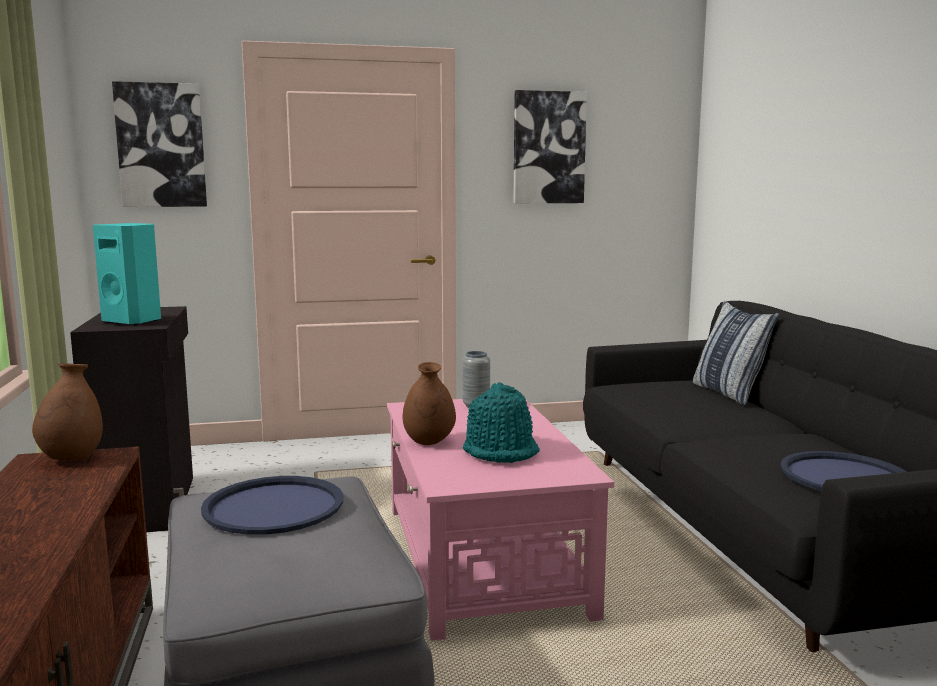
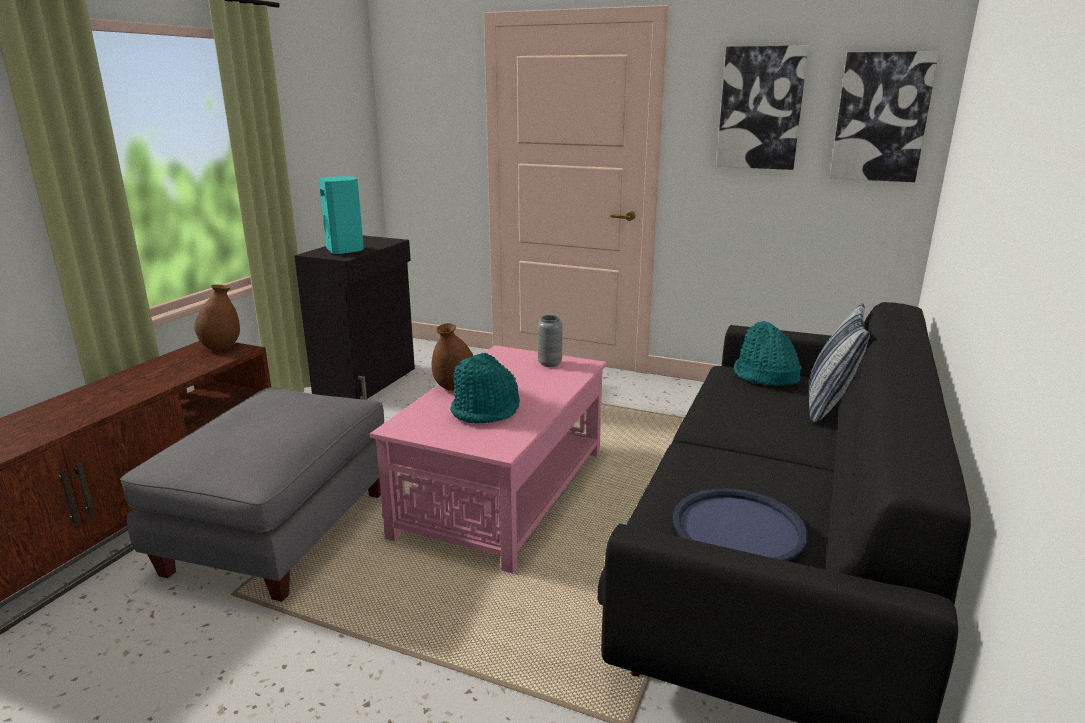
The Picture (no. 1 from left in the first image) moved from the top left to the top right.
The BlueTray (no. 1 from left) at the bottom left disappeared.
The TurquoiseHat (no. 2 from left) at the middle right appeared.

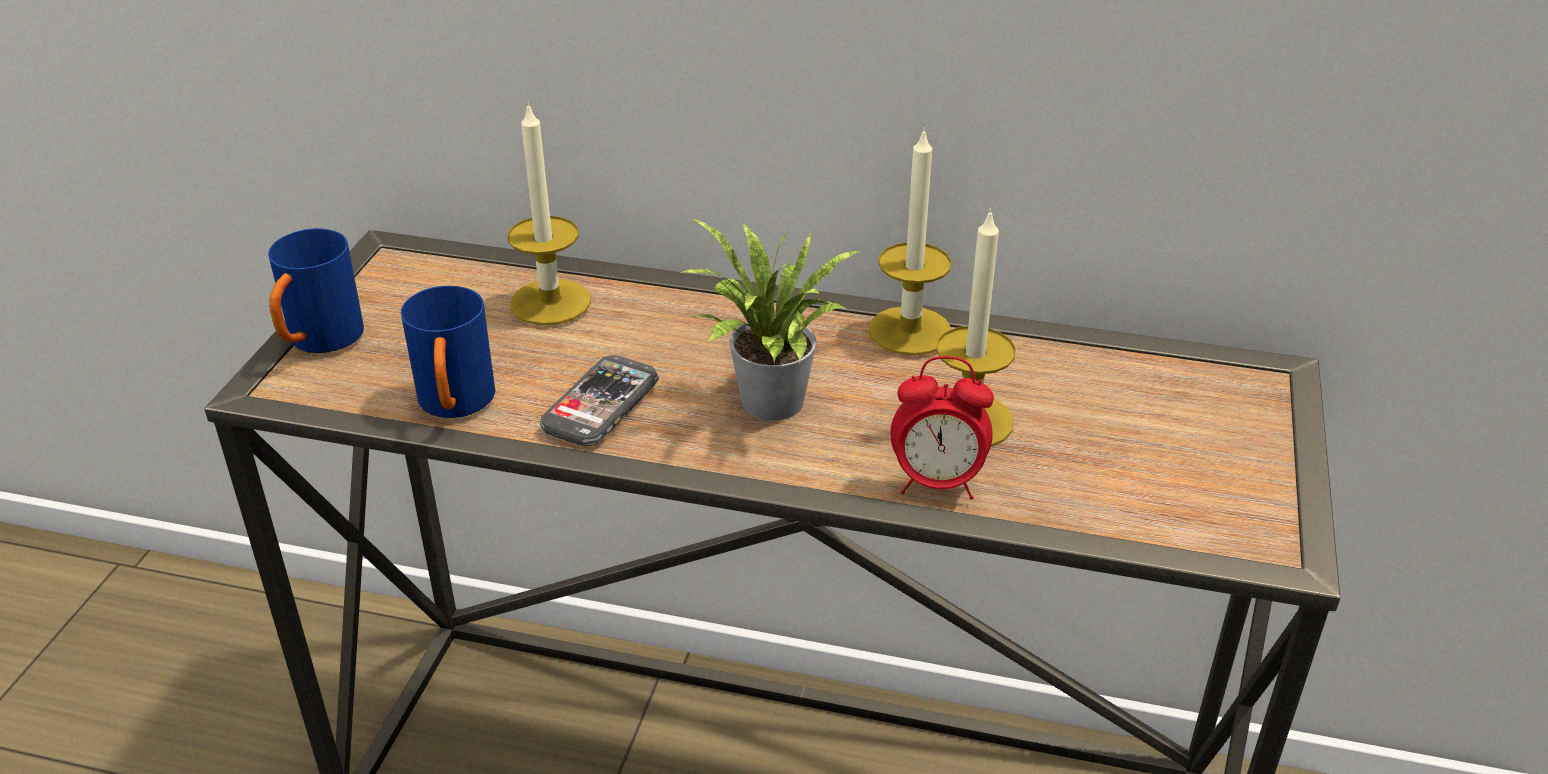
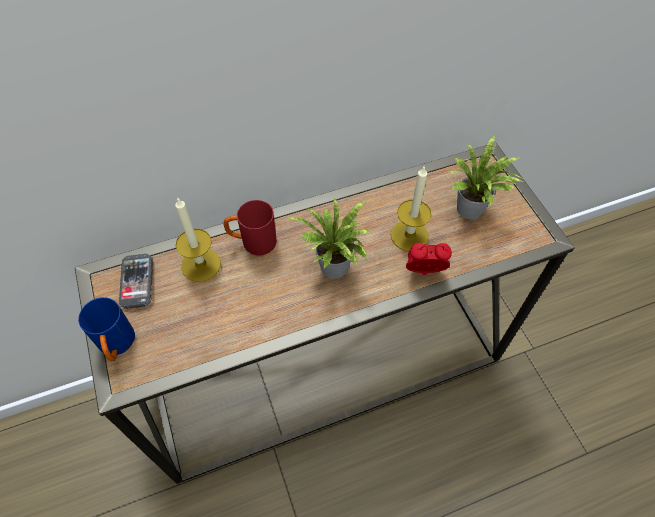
The Candle (no. 2 from left) at the top centre disappeared.
The BlueMug (no. 2 from left) at the middle left disappeared.
The Phone moved from the centre to the middle left.
The AlarmClock at the centre turned 150 degrees counterclockwise.
The PottedPlant (no. 2 from left) at the middle right appeared.
The RedMug at the centre appeared.

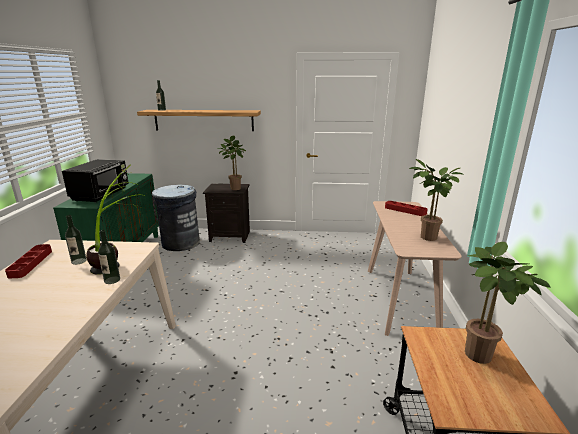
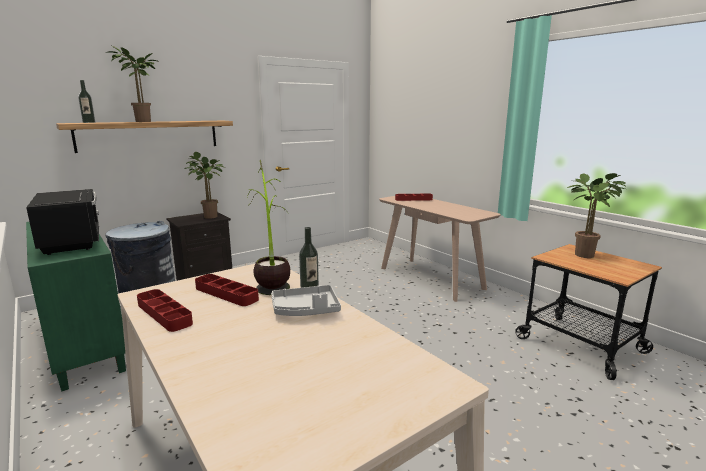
The PottedPlant (no. 3 from left in the first image) moved from the middle right to the top left.
The Bottle (no. 1 from left) at the middle left was replaced by the RedTray (no. 2 from left) at the middle left.
The GreyTray at the centre appeared.

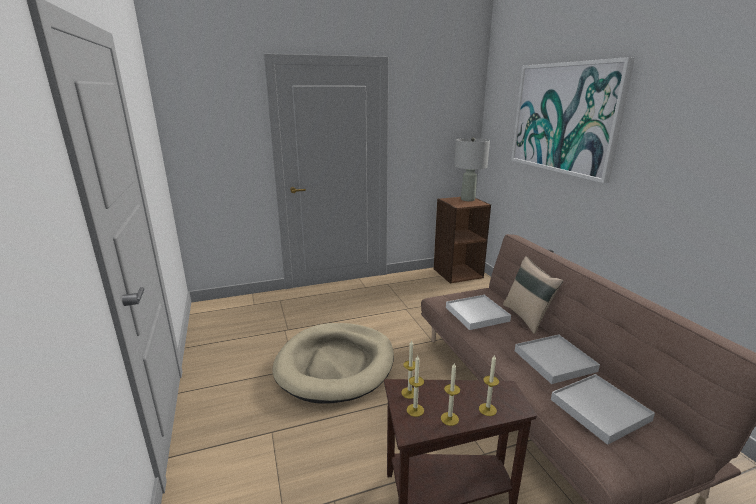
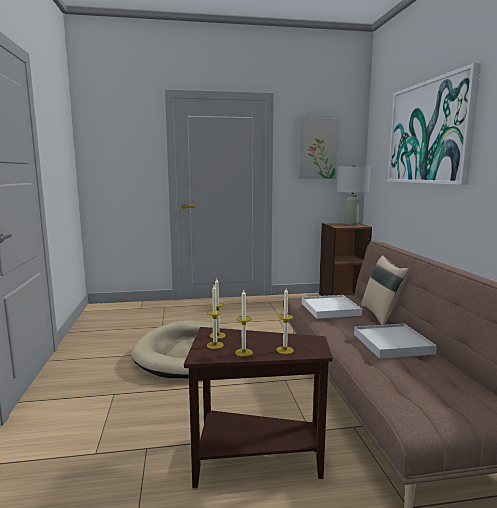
The WhiteTray (no. 3 from left) at the bottom right disappeared.
The Picture (no. 1 from left) at the top centre appeared.

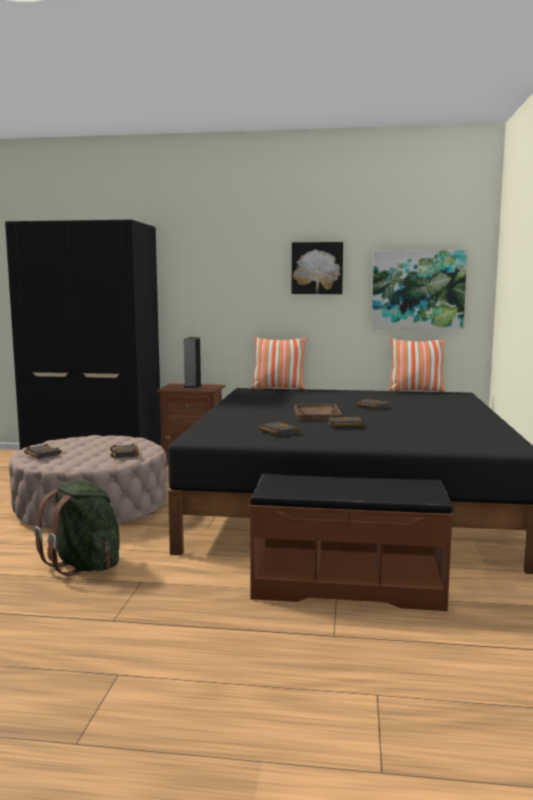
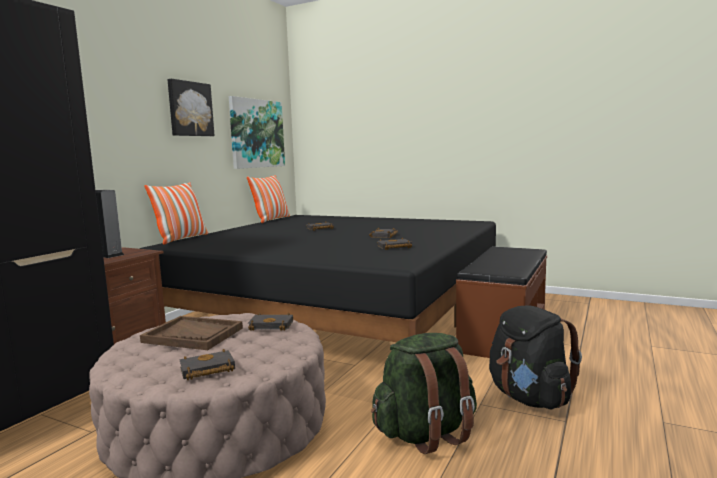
The BrownTray moved from the centre to the bottom left.
The BlackBackpack at the bottom right appeared.

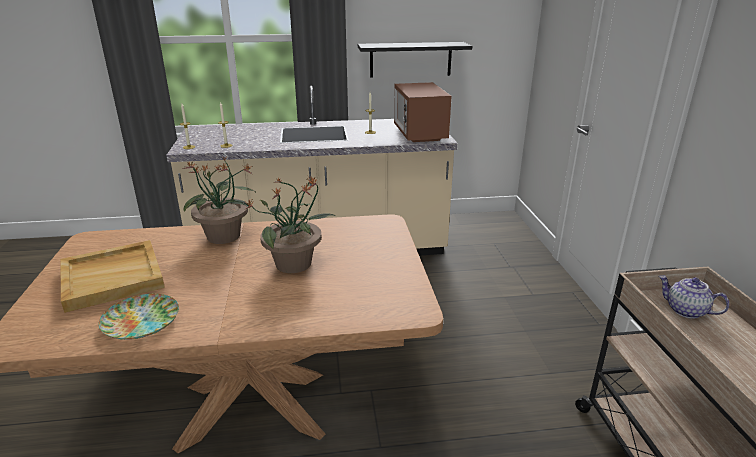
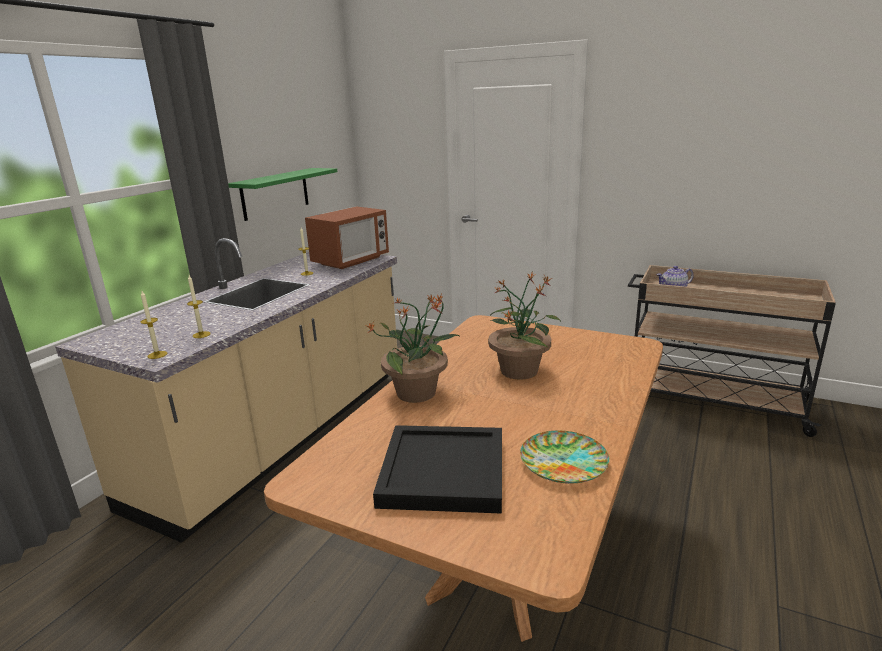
The BlackShelf at the top centre became the GreenShelf at the top left.
The Microwave at the top centre turned 75 degrees counterclockwise.
The BeigeTray at the middle left became the BlackTray at the bottom centre.

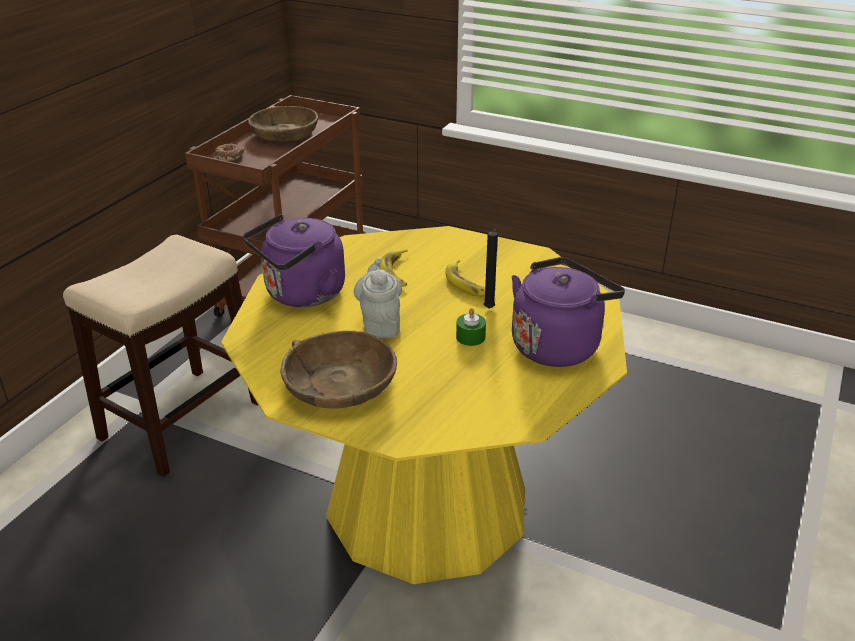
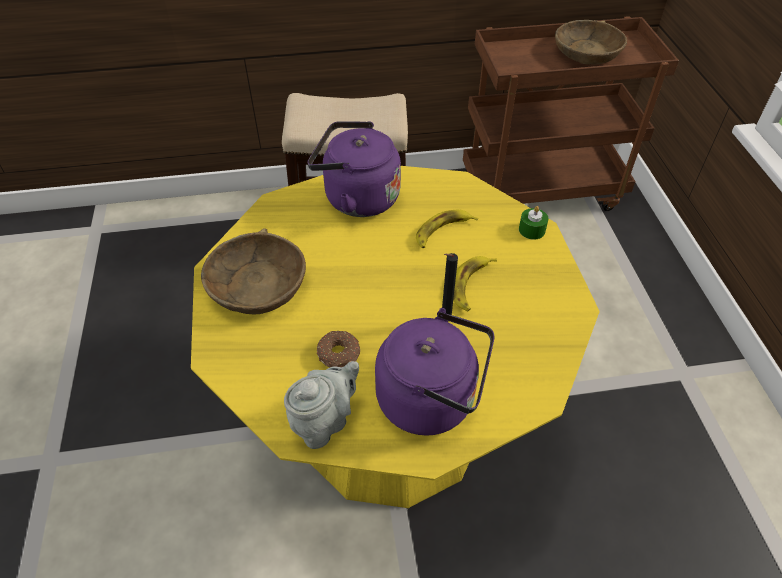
The Donut moved from the top left to the centre.
The GreyTeapot moved from the centre to the bottom centre.
The GreenCandle moved from the centre to the middle right.

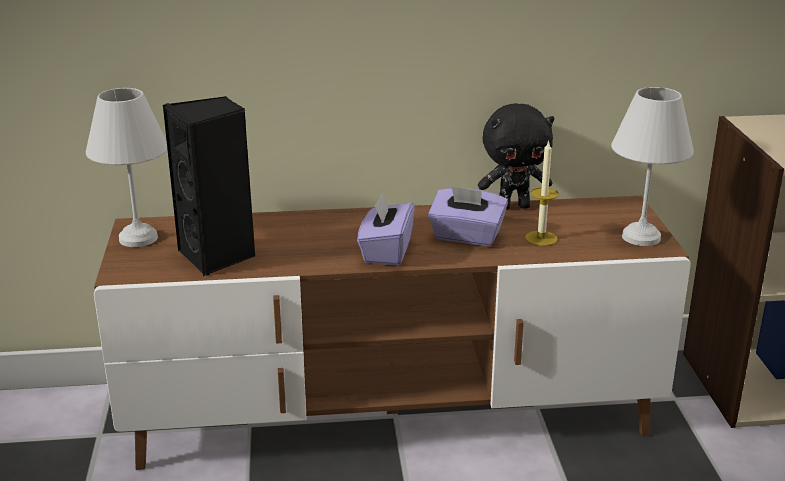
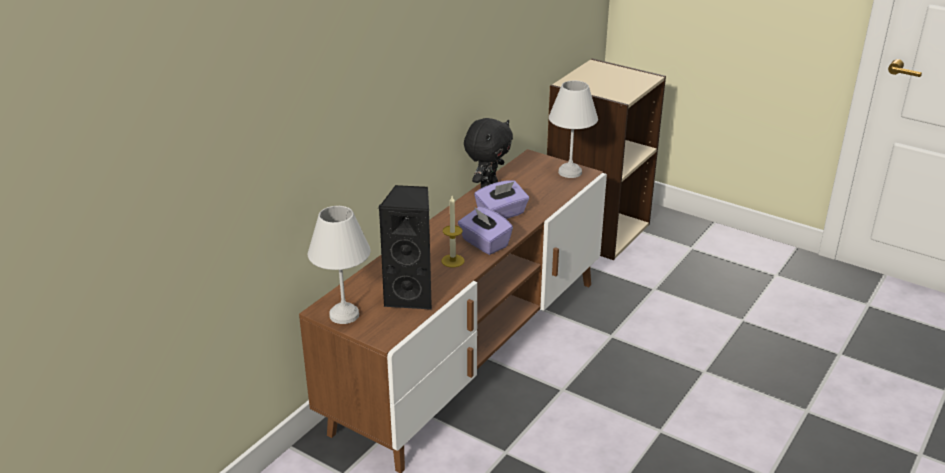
The Candle moved from the middle right to the centre.

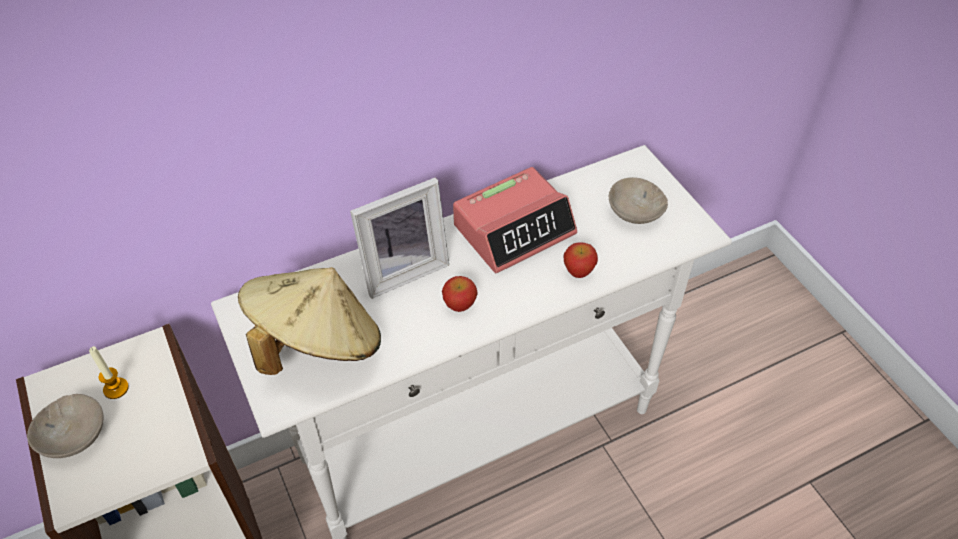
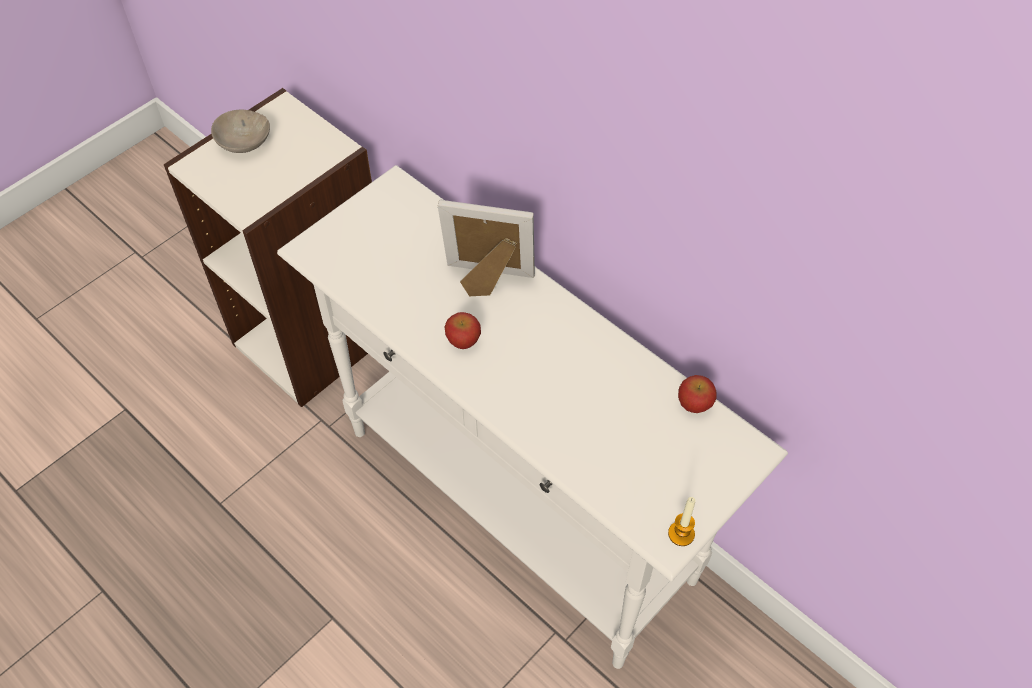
The AlarmClock at the centre disappeared.
The PictureFrame at the centre turned 150 degrees clockwise.
The BeigeBowl (no. 2 from left) at the centre disappeared.
The Apple (no. 2 from left) moved from the centre to the middle right.
The BeigeHat at the middle left disappeared.
The Candle moved from the bottom left to the bottom centre.

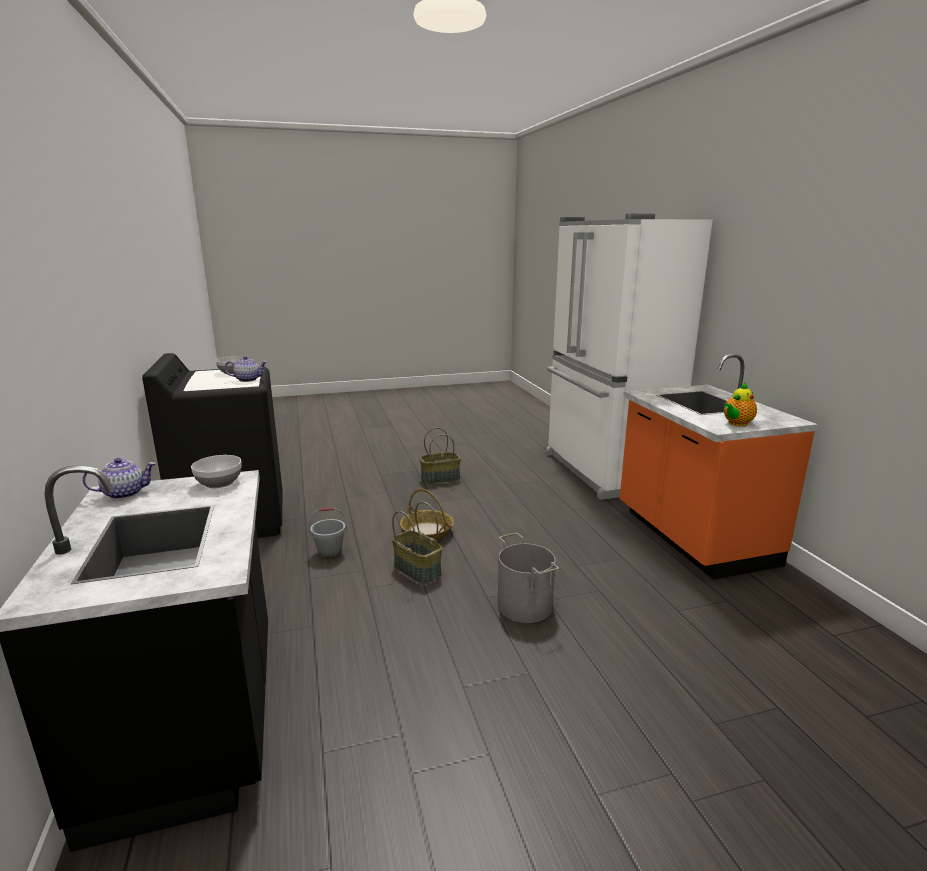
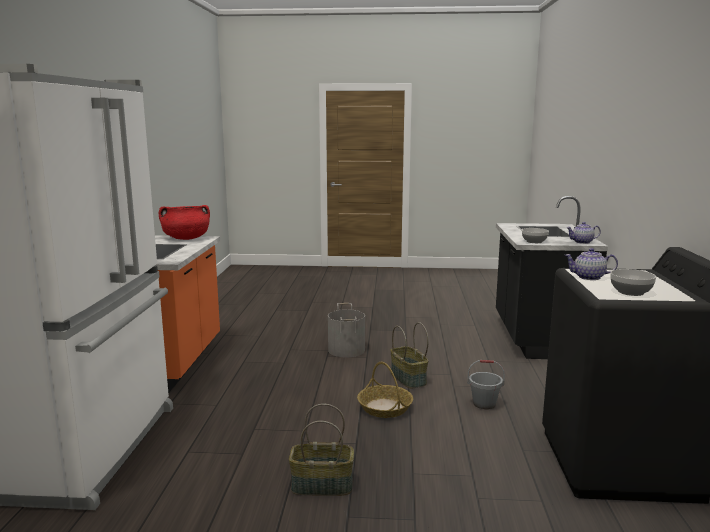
The Teapot (no. 3 from left) at the middle right was replaced by the RedCookingPot at the middle left.

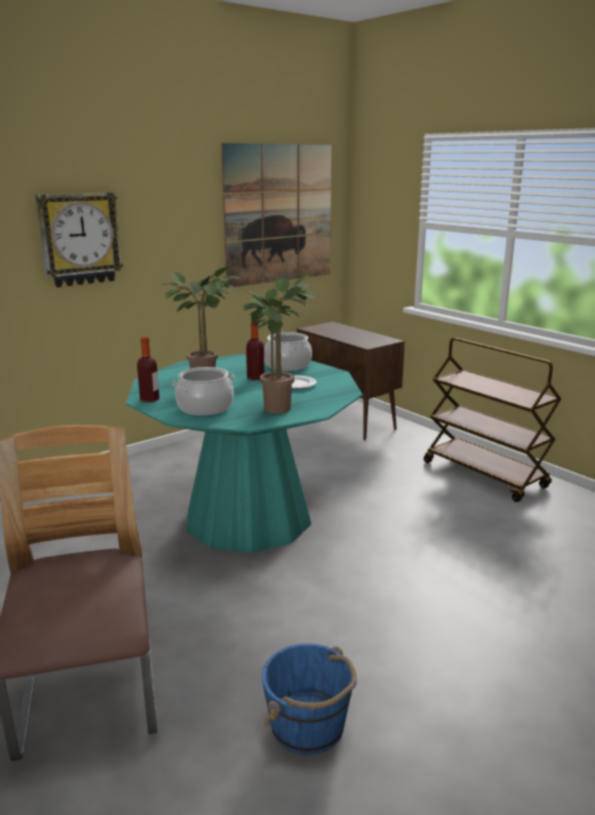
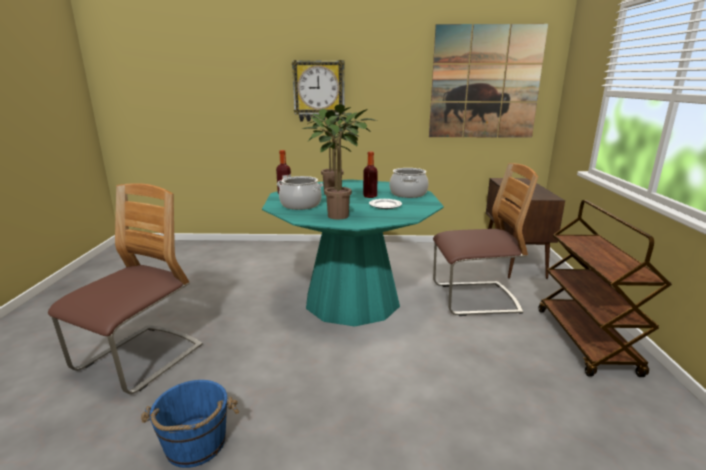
The Chair (no. 2 from left) at the middle right appeared.

